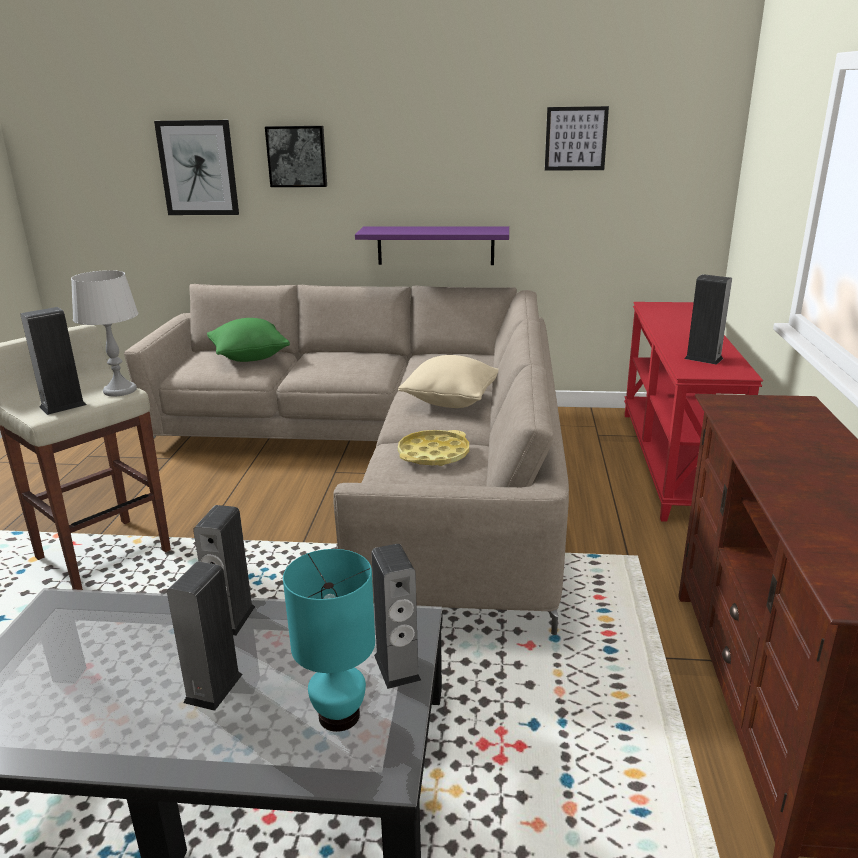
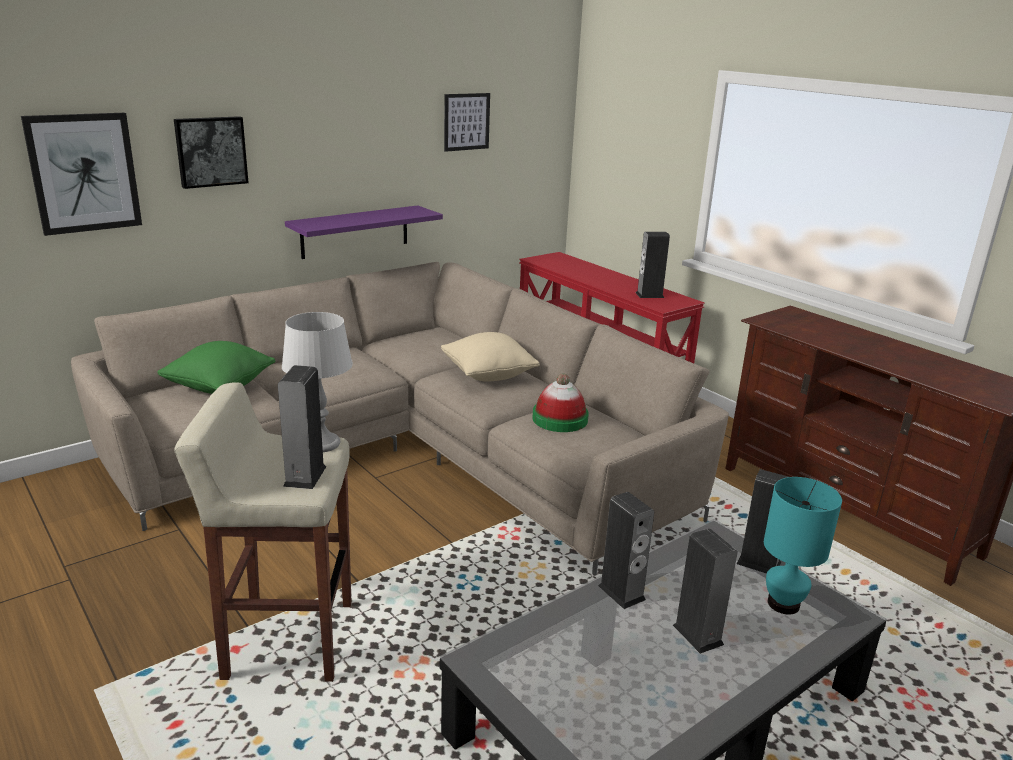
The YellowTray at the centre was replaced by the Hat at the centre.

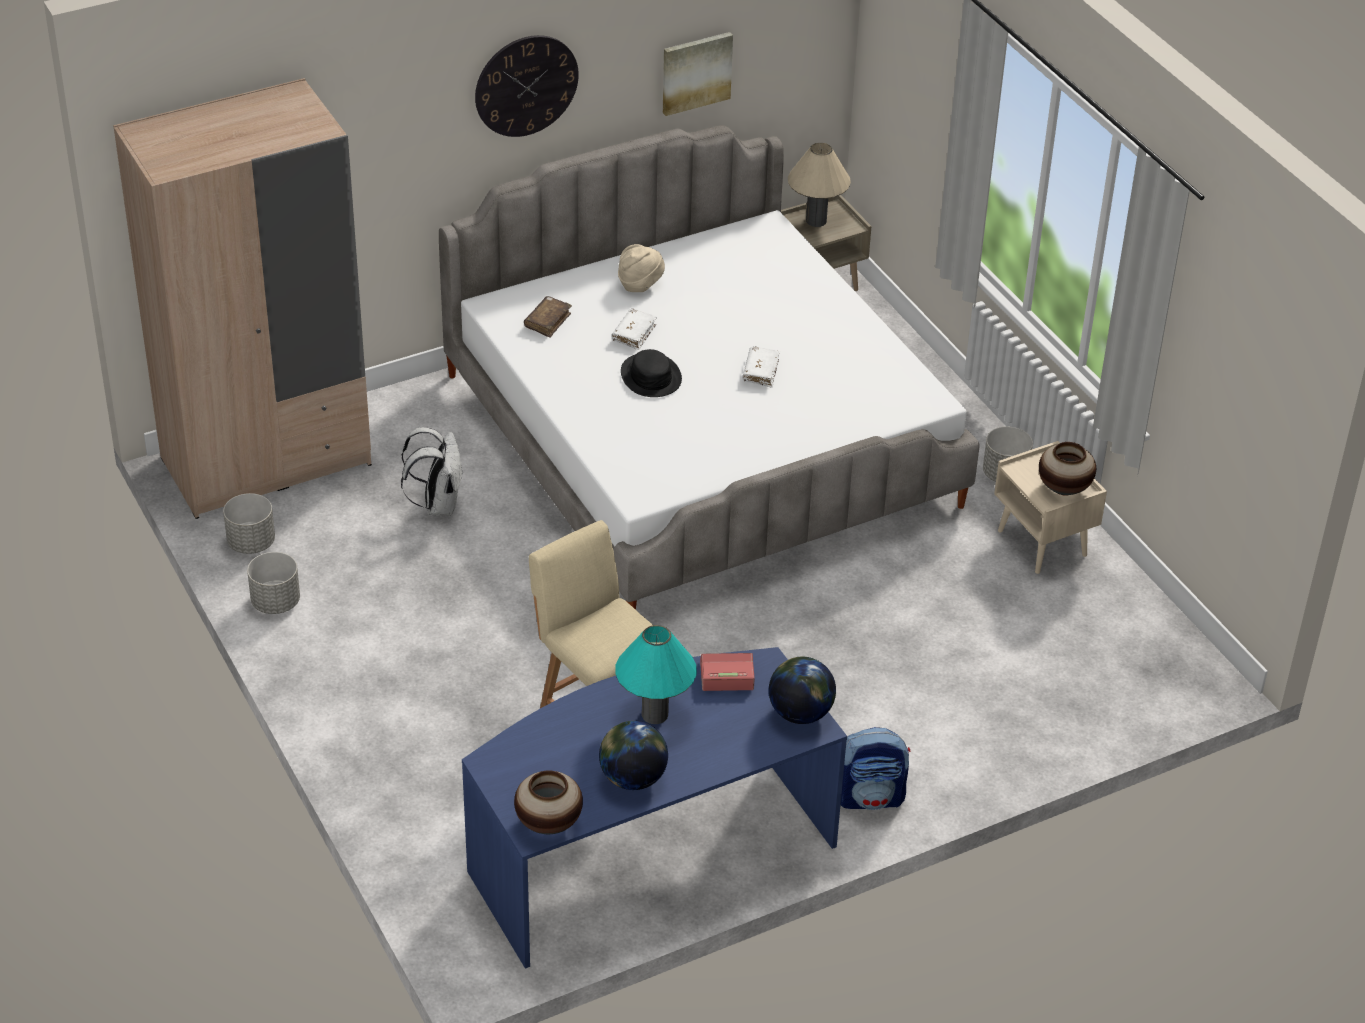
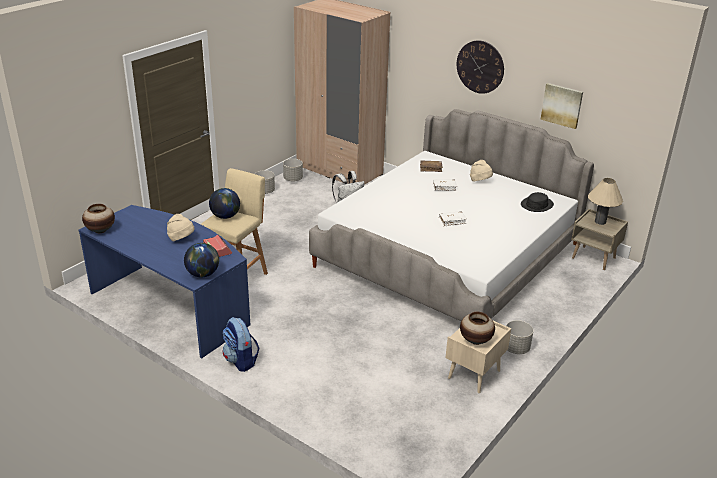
The BlackHat moved from the centre to the middle right.
The TurquoiseTableLamp at the centre was replaced by the BeigeHat (no. 1 from left) at the middle left.
The Globe (no. 1 from left in the first image) moved from the bottom centre to the middle left.

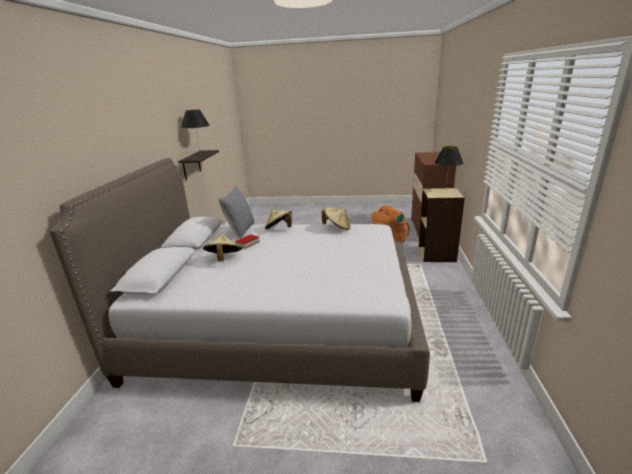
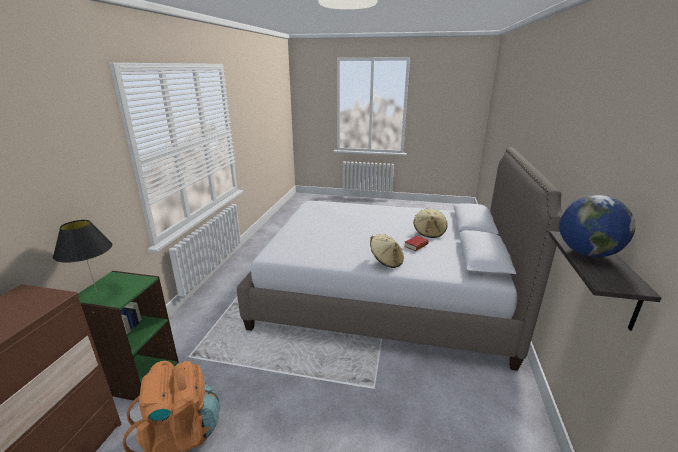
The BlackTableLamp (no. 1 from left) at the top left was replaced by the Globe at the middle right.
The GreyPillow at the centre disappeared.
The BeigeBookcase at the middle right became the GreenBookcase at the bottom left.
The BeigeHat (no. 3 from left) at the centre disappeared.

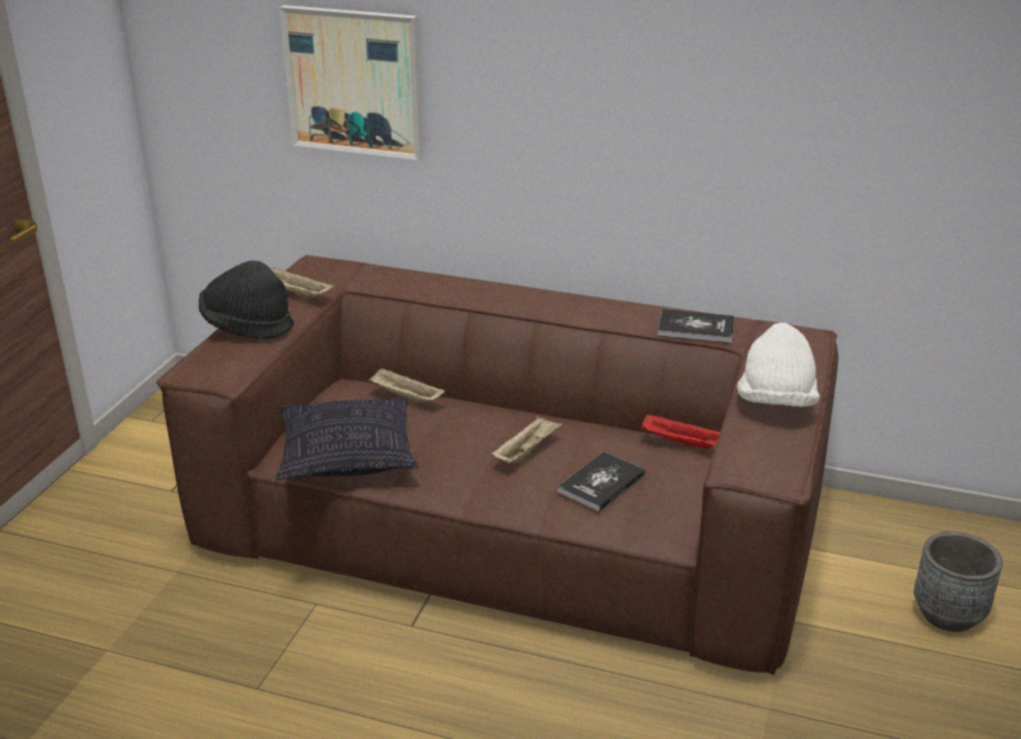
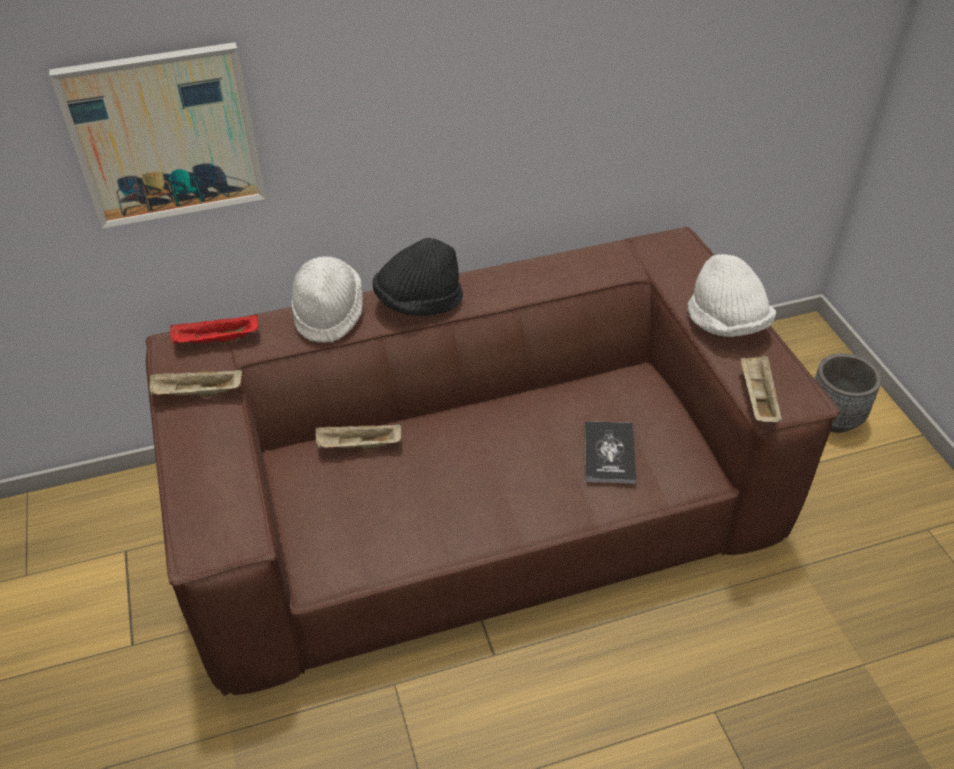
The BlackHat moved from the middle left to the centre.
The Book (no. 2 from left) at the middle right disappeared.
The Pillow at the centre disappeared.
The RedTray moved from the middle right to the middle left.
The BeigeTray (no. 3 from left) moved from the centre to the middle right.
The WhiteHat (no. 1 from left) at the centre appeared.

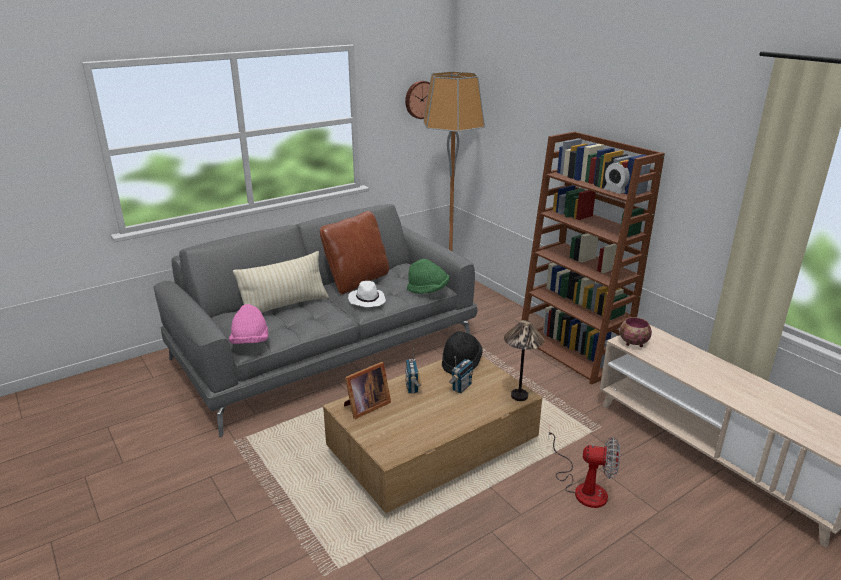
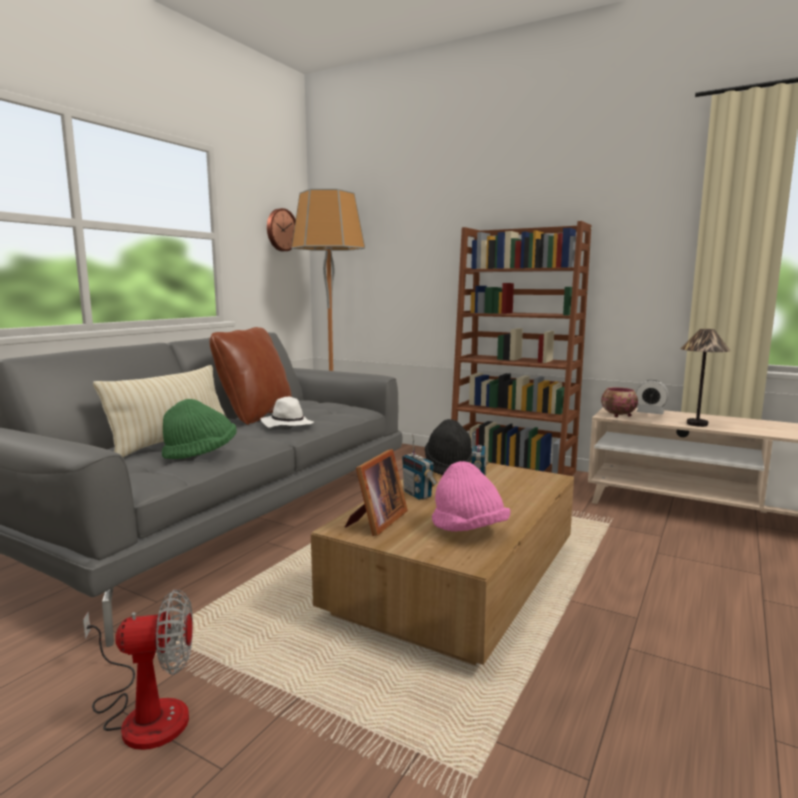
The AlarmClock moved from the top right to the middle right.
The GreenHat moved from the centre to the middle left.
The PinkHat moved from the middle left to the centre.
The TableLamp moved from the centre to the middle right.
The Fan moved from the bottom right to the bottom left.

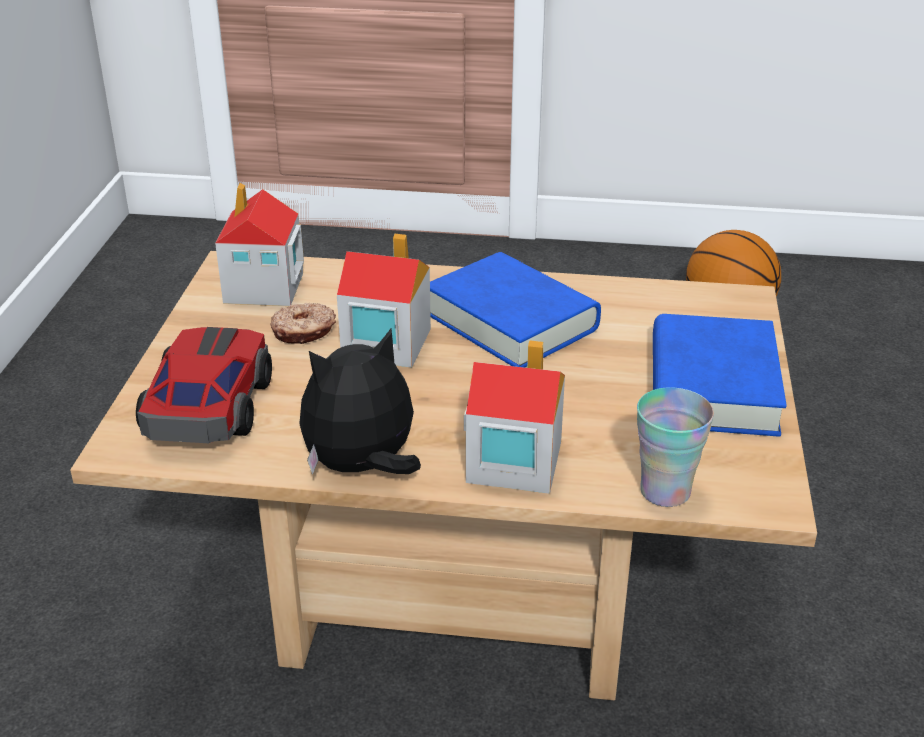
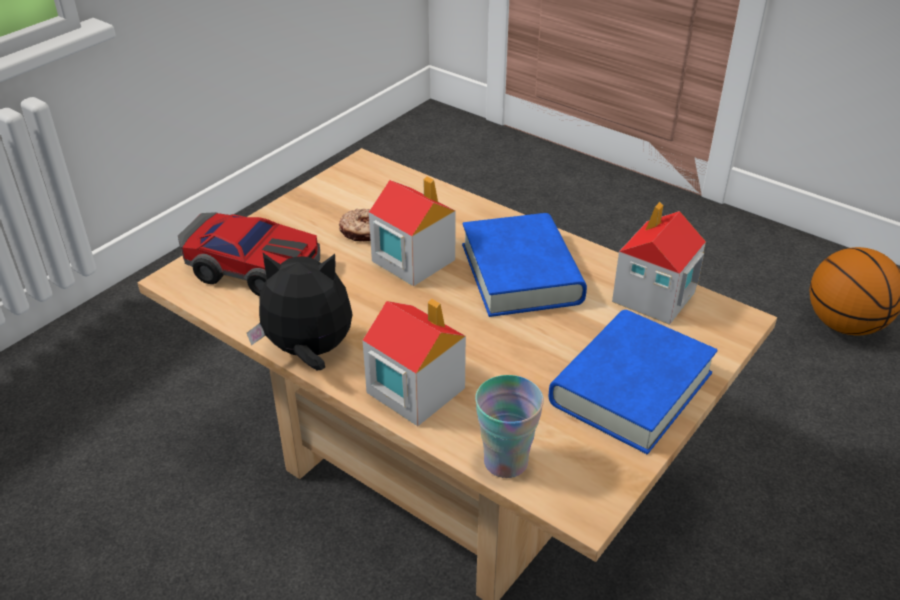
The ToyHouse (no. 1 from left in the first image) moved from the top left to the middle right.
The ToyCar at the middle left turned 75 degrees clockwise.

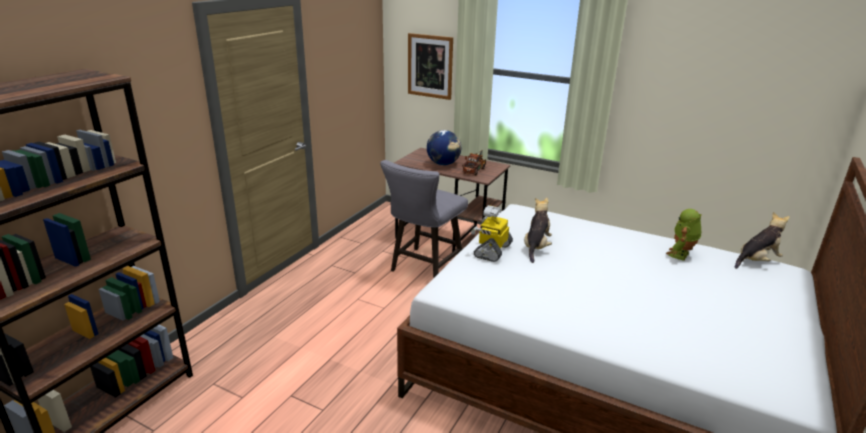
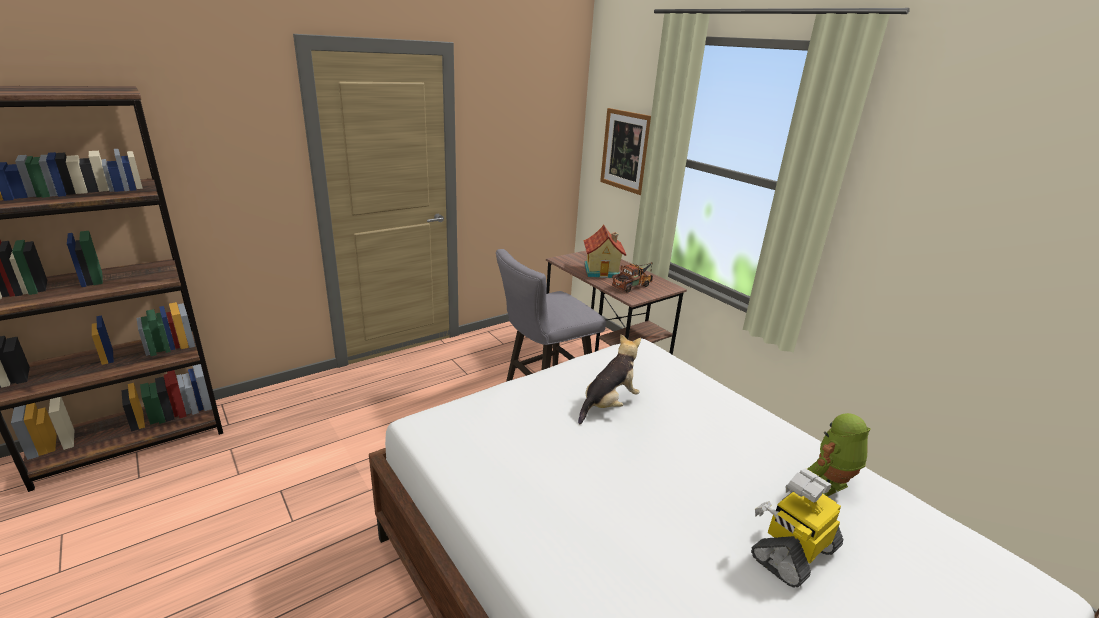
The Globe at the centre was replaced by the ToyHouse at the centre.
The ToyRobot (no. 1 from left) moved from the centre to the bottom right.
The PlushToy (no. 2 from left) at the middle right disappeared.

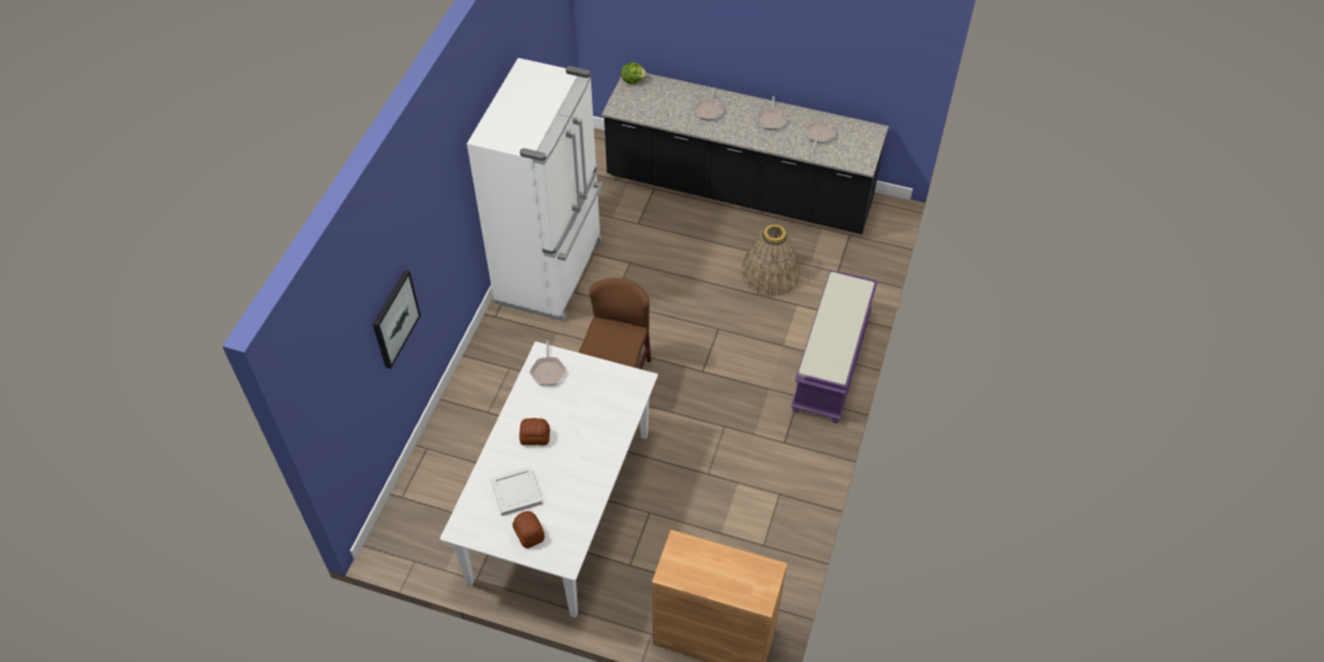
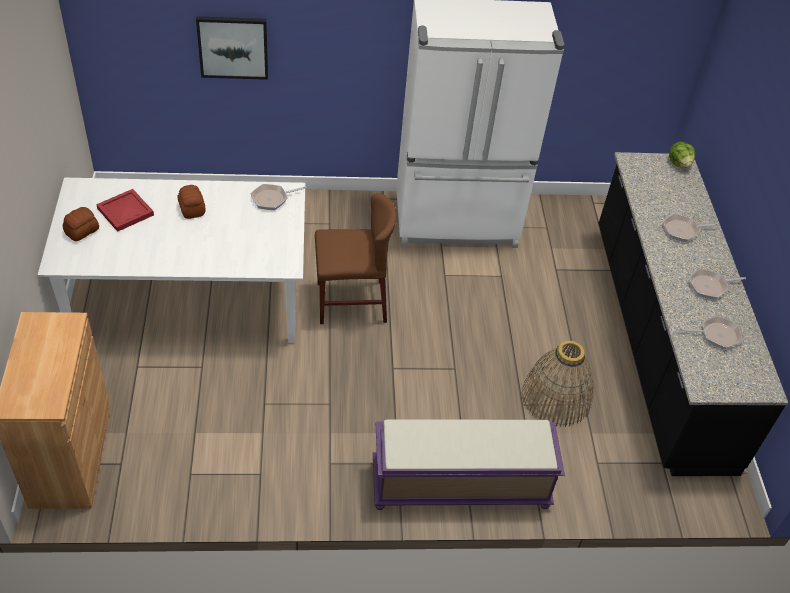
The WhiteTray at the bottom centre became the RedTray at the middle left.

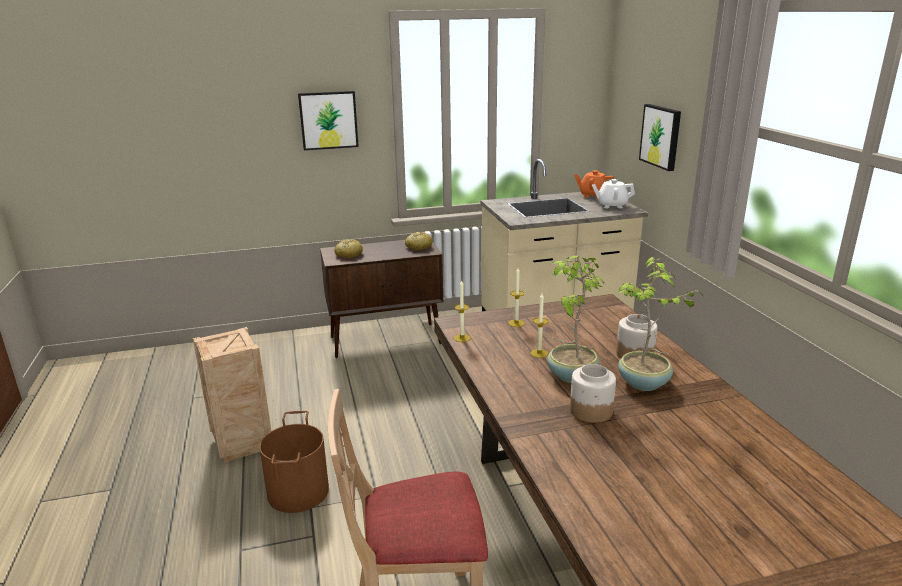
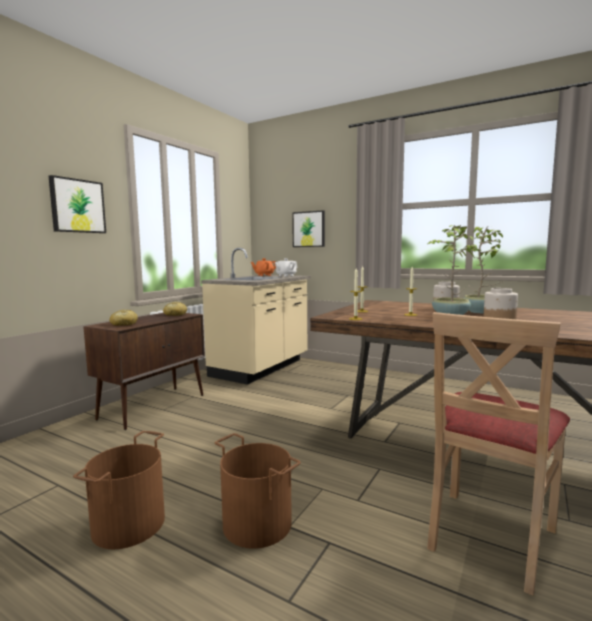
The Crate at the bottom left was replaced by the BrownBucket (no. 1 from left) at the bottom left.

